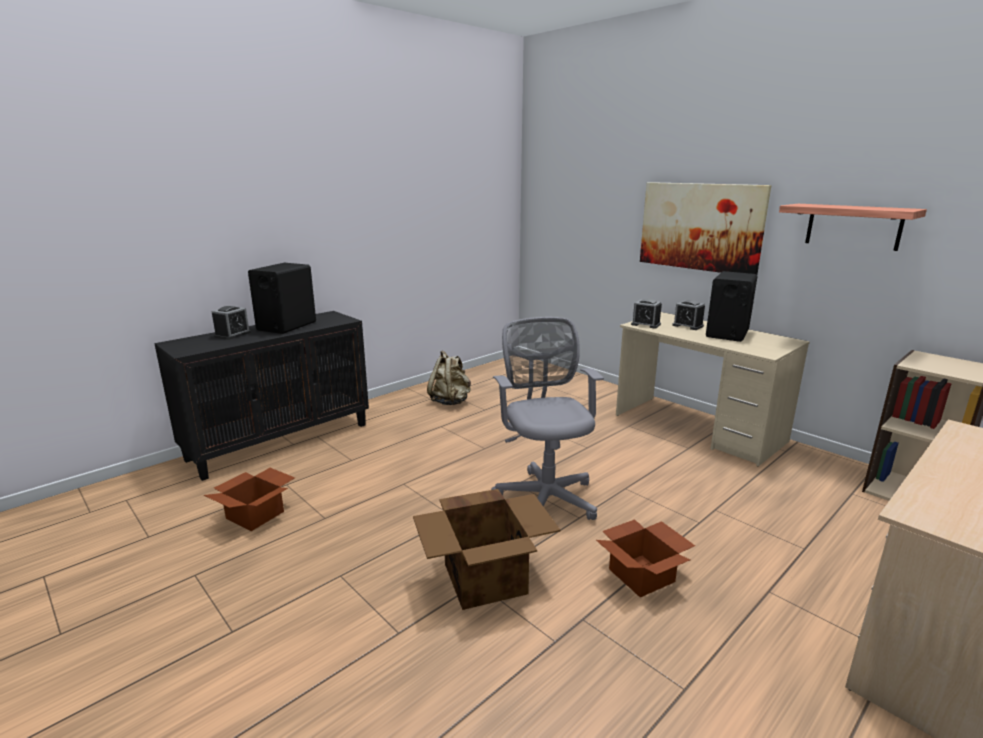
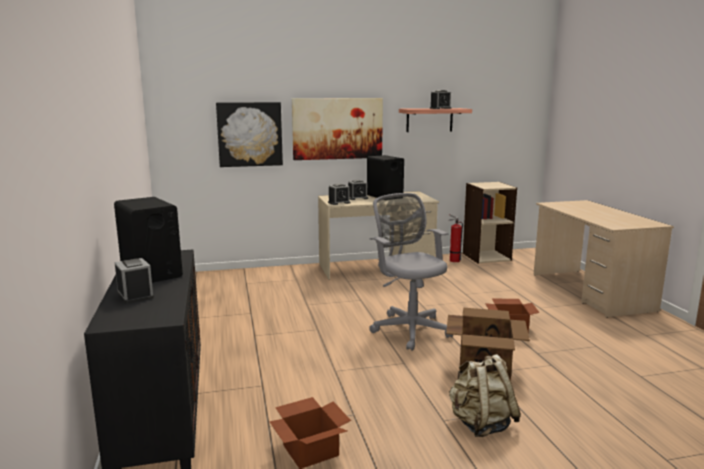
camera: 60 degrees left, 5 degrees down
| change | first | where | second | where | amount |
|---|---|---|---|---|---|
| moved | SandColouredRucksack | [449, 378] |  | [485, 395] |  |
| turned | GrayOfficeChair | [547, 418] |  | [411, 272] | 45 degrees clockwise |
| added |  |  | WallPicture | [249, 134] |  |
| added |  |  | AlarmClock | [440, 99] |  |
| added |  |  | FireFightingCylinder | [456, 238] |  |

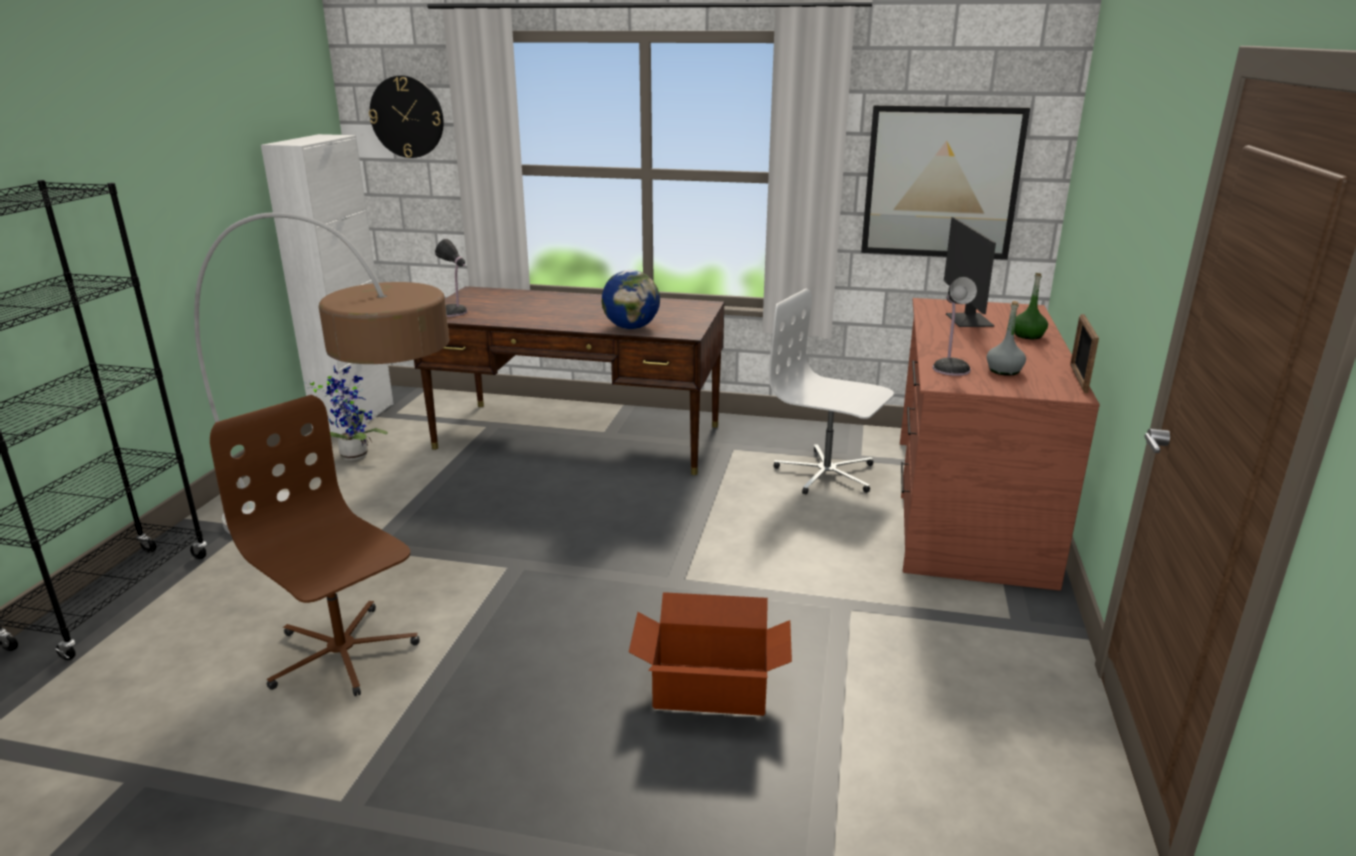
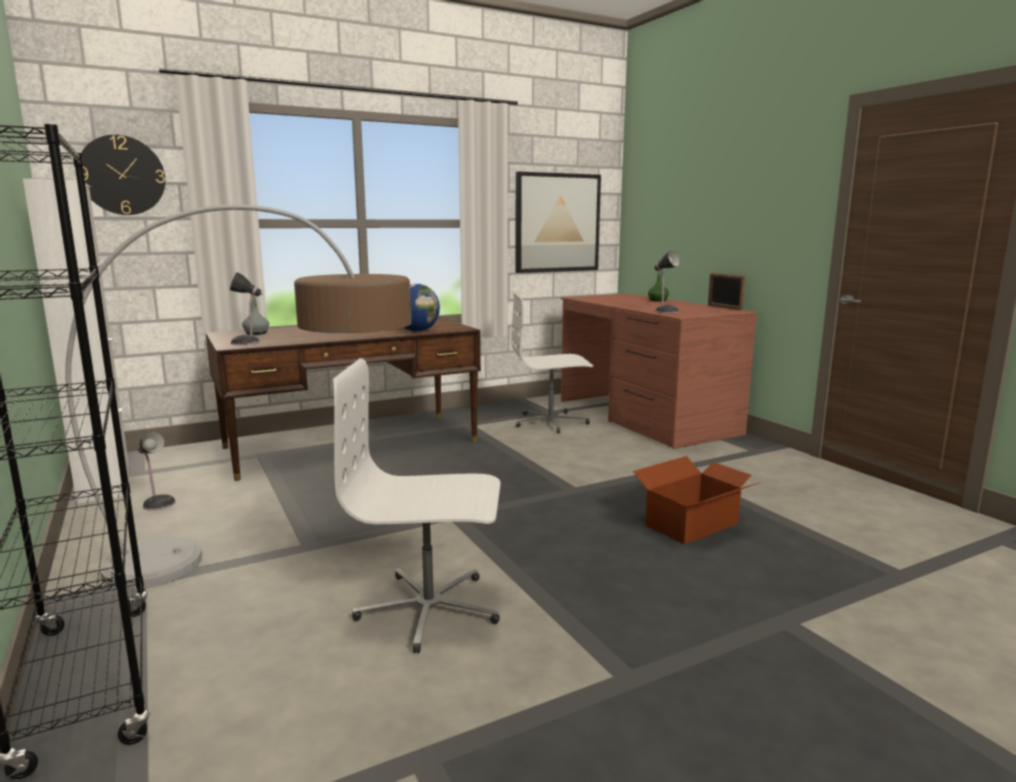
camera: 40 degrees left, 10 degrees down
| change | first | where | second | where | amount |
|---|---|---|---|---|---|
| recoloured | BrownOfficeChair | [315, 545] | WhiteOfficeChair | [416, 505] |  |
| replaced | PottedPlant | [346, 413] | TabletopLamp | [157, 471] |  |
| removed | ComputerScreen | [970, 272] |  |  |  |
| moved | GrayDrinkBottle | [1006, 338] |  | [255, 310] |  |

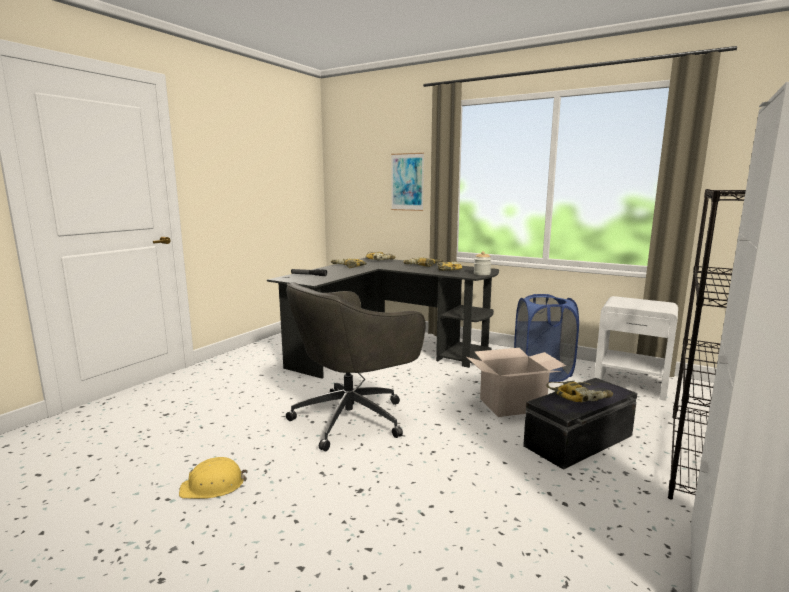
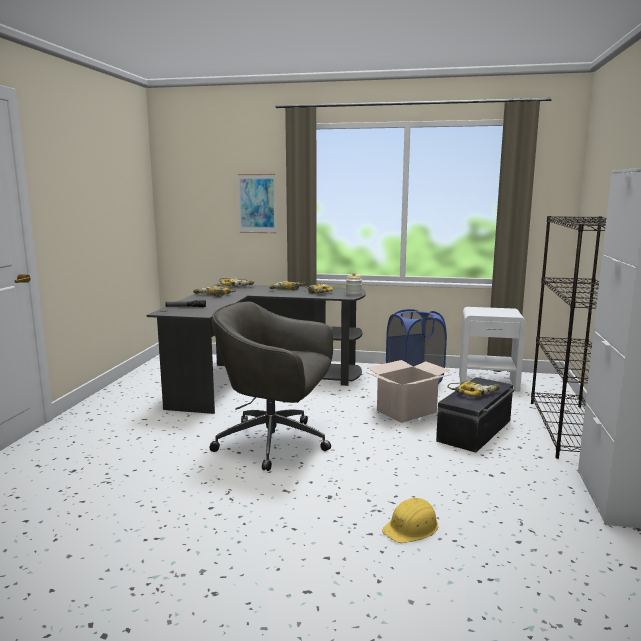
camera: 20 degrees left, 0 degrees up
| change | first | where | second | where | amount |
|---|---|---|---|---|---|
| moved | YellowHardHat | [213, 478] |  | [410, 520] |  |
| turned | GrayOfficeChair | [356, 366] |  | [271, 386] | 75 degrees clockwise |

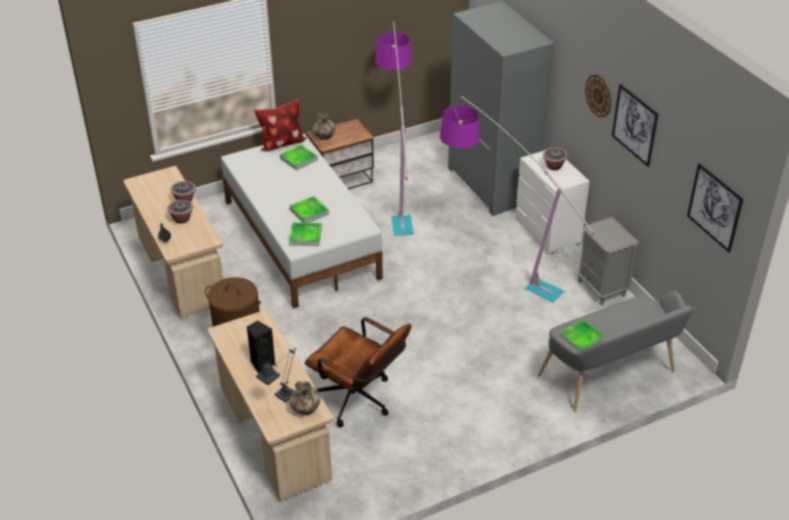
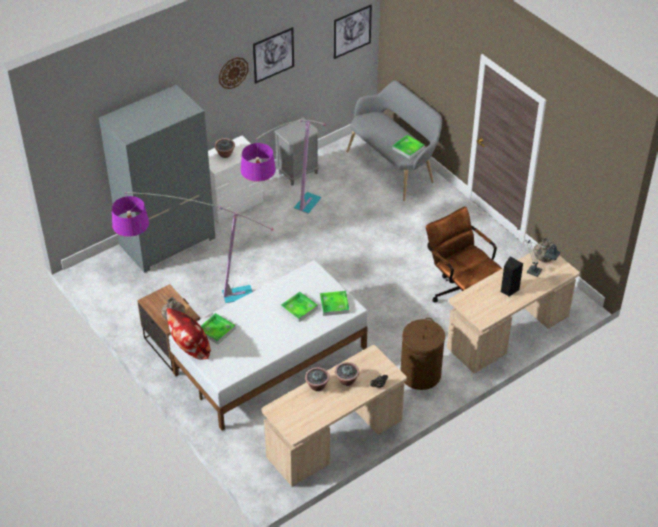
camera: 100 degrees left, 5 degrees up
| change | first | where | second | where | amount |
|---|---|---|---|---|---|
| turned | BrownOfficeChair | [357, 372] |  | [464, 254] | 60 degrees counterclockwise |

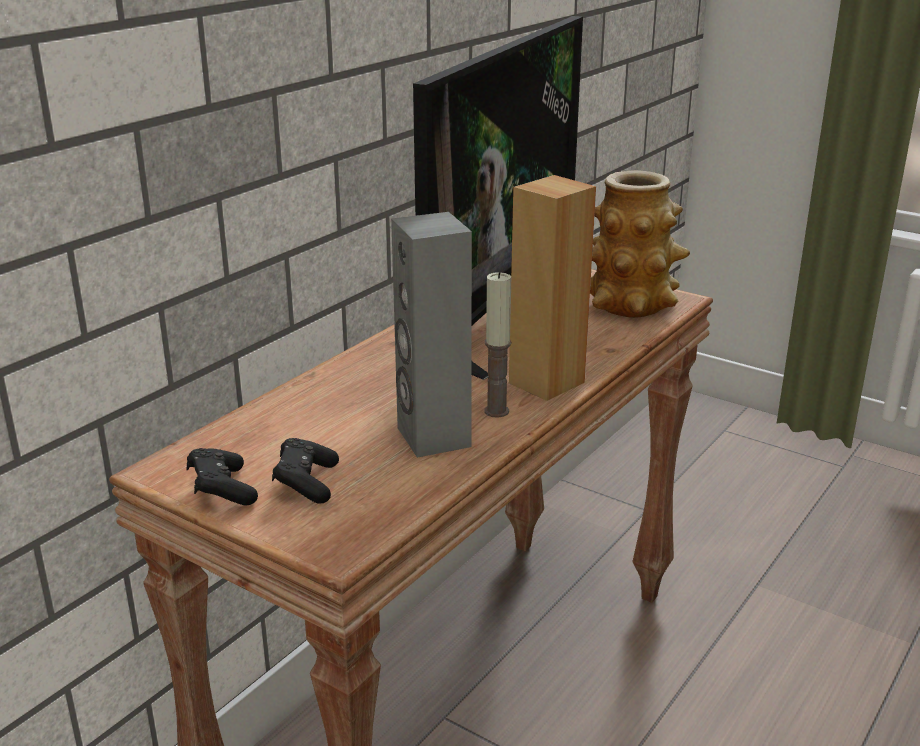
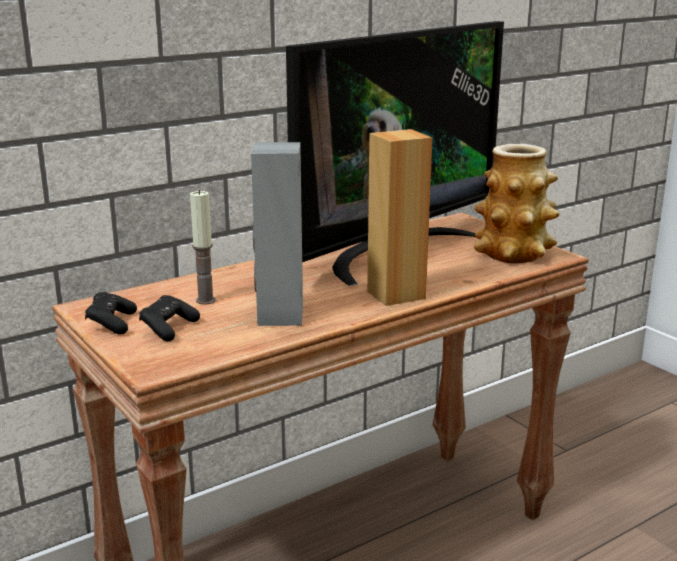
camera: 20 degrees right, 5 degrees down
| change | first | where | second | where | amount |
|---|---|---|---|---|---|
| moved | Candle | [497, 345] |  | [203, 247] |  |

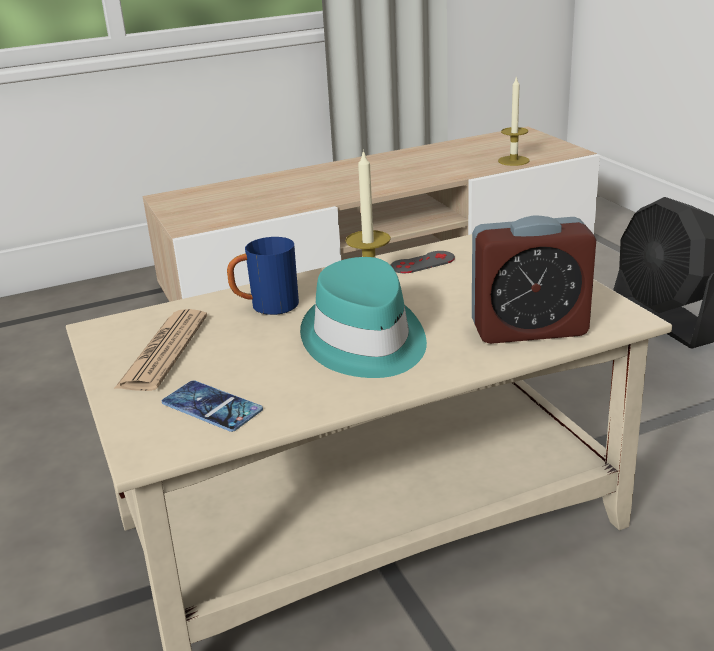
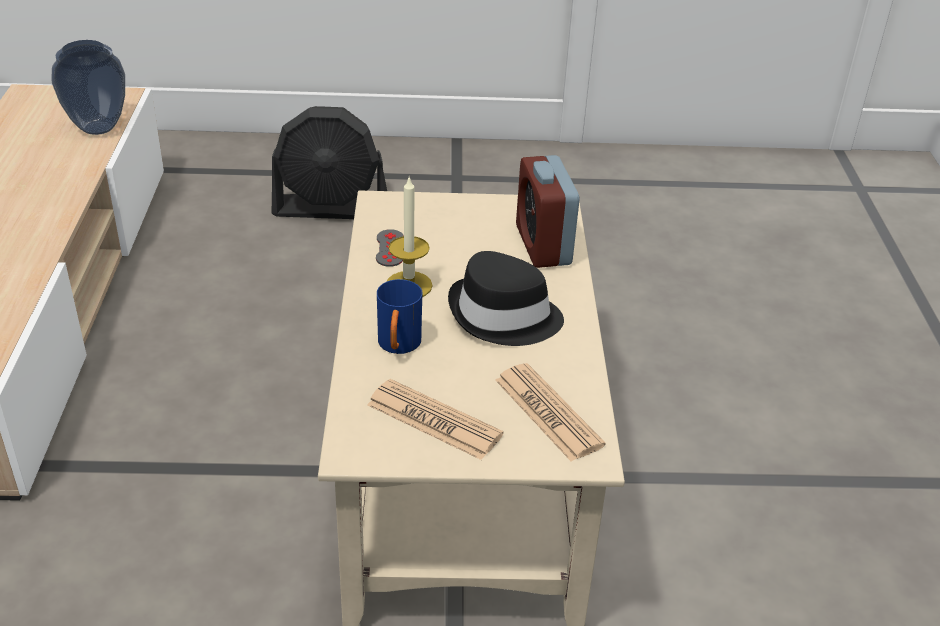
camera: 70 degrees left, 10 degrees up
| change | first | where | second | where | amount |
|---|---|---|---|---|---|
| replaced | Telephone | [212, 406] | DailyPaper | [550, 412] |  |
| recoloured | TurquoiseWearableHat | [363, 317] | BlackColouredWearableHat | [506, 298] |  |
| turned | AlarmClock | [534, 279] |  | [547, 211] | 150 degrees clockwise |
| replaced | Candle | [514, 121] | Vase | [88, 87] |  |

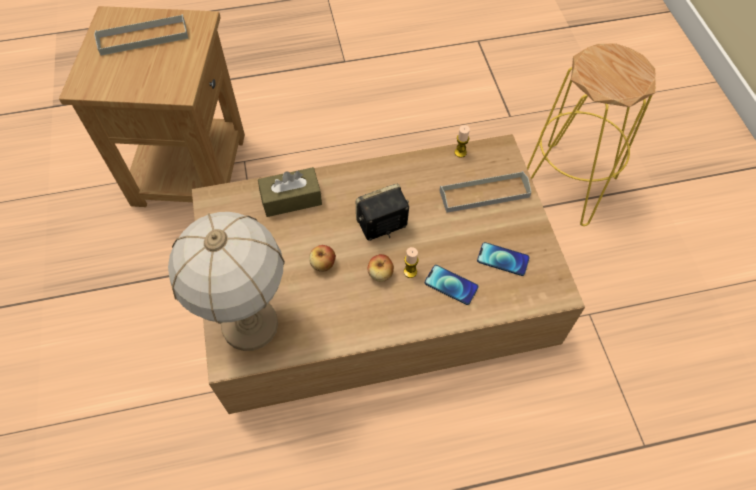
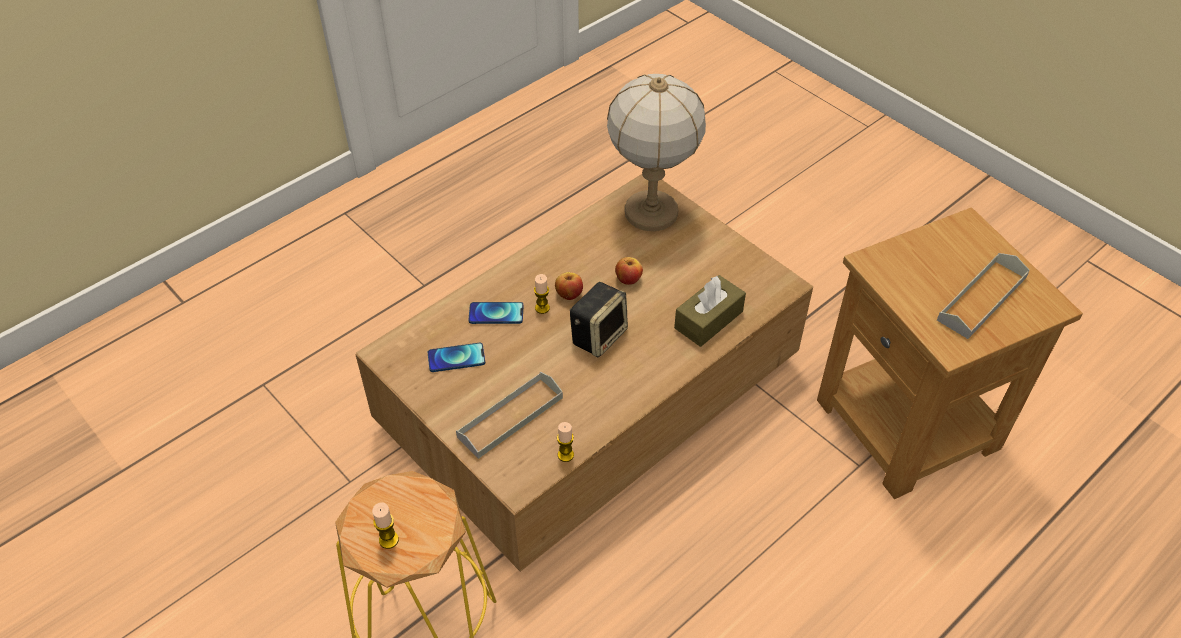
camera: 150 degrees right, 10 degrees down
| change | first | where | second | where | amount |
|---|---|---|---|---|---|
| added |  |  | Candle | [385, 525] |  |

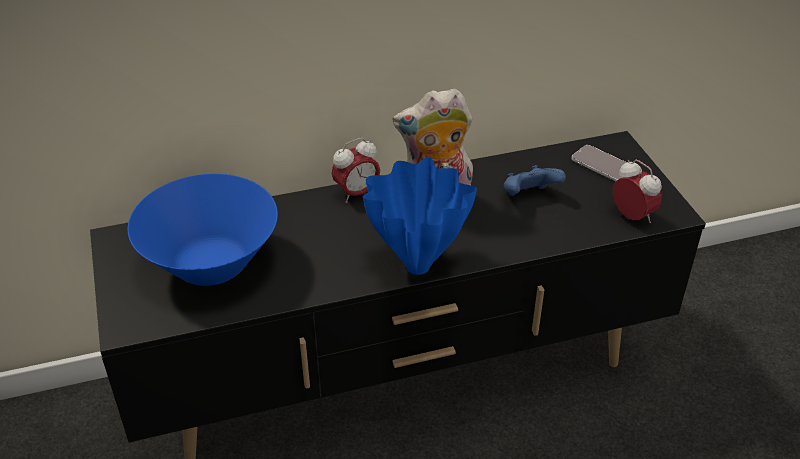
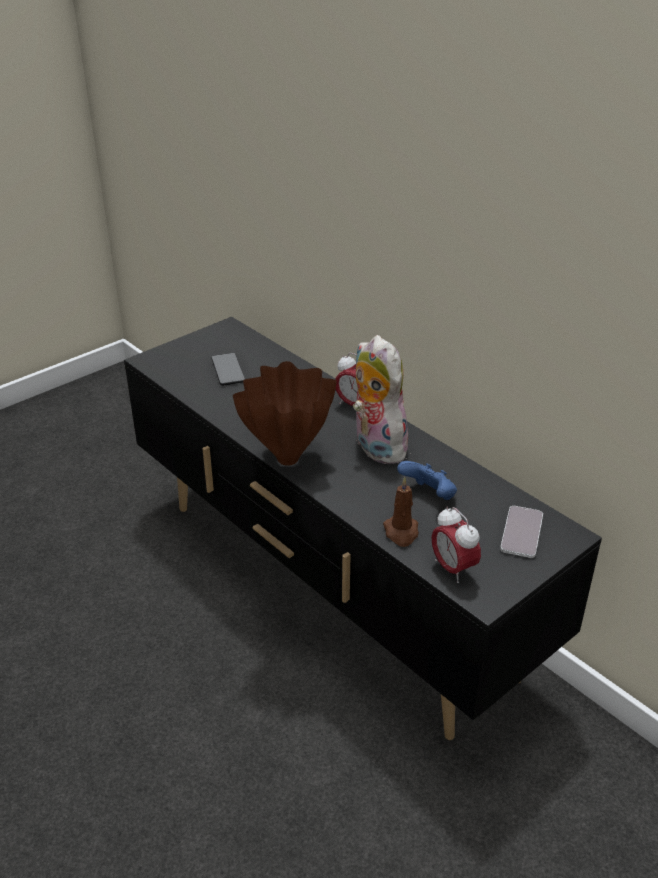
camera: 65 degrees right, 5 degrees down
| change | first | where | second | where | amount |
|---|---|---|---|---|---|
| replaced | BlueColouredBowl | [203, 230] | Telephone | [228, 369] |  |
| recoloured | BlueColouredVase | [420, 216] | BrownVase | [285, 413] |  |
| turned | AlarmClock | [637, 191] |  | [456, 545] | 120 degrees clockwise |
| added |  |  | BrownCandle | [401, 512] |  |

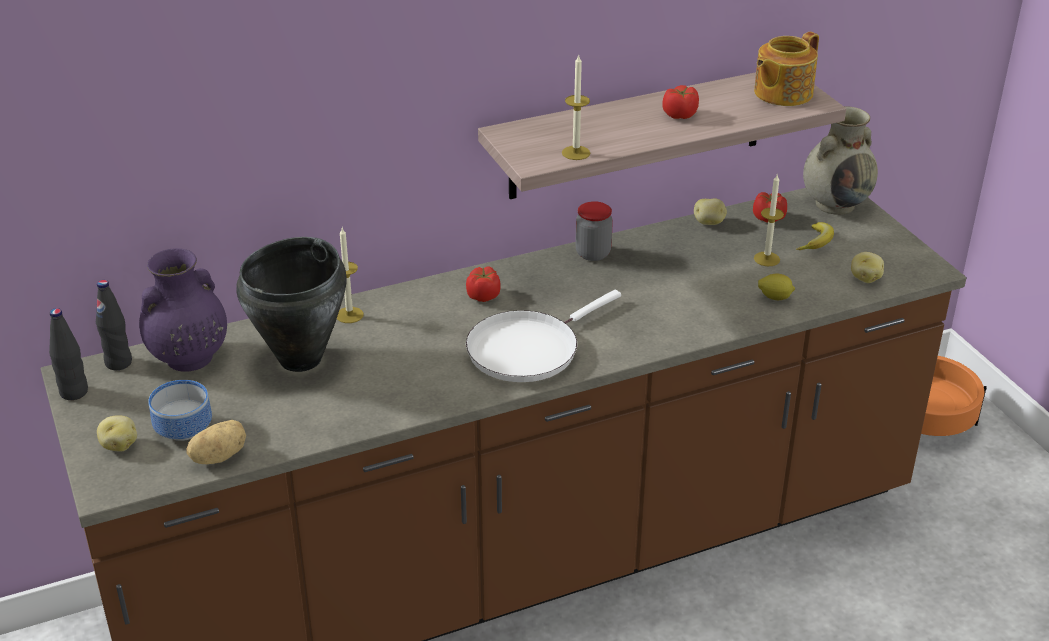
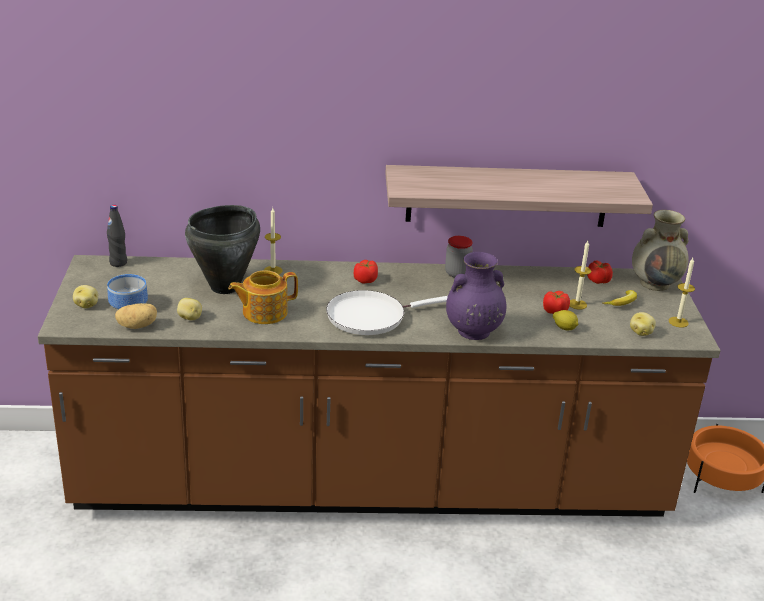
camera: 20 degrees right, 5 degrees down
| change | first | where | second | where | amount |
|---|---|---|---|---|---|
| removed | BlackColouredDrinkBottle | [68, 354] |  |  |  |
| moved | PurplishVase | [183, 310] |  | [476, 296] |  |
| moved | Candle | [576, 107] |  | [682, 293] |  |
| moved | WholeTomato | [680, 102] |  | [556, 302] |  |
| moved | Spud | [710, 211] |  | [189, 309] |  |
| moved | Teapot | [786, 69] |  | [263, 297] |  |

